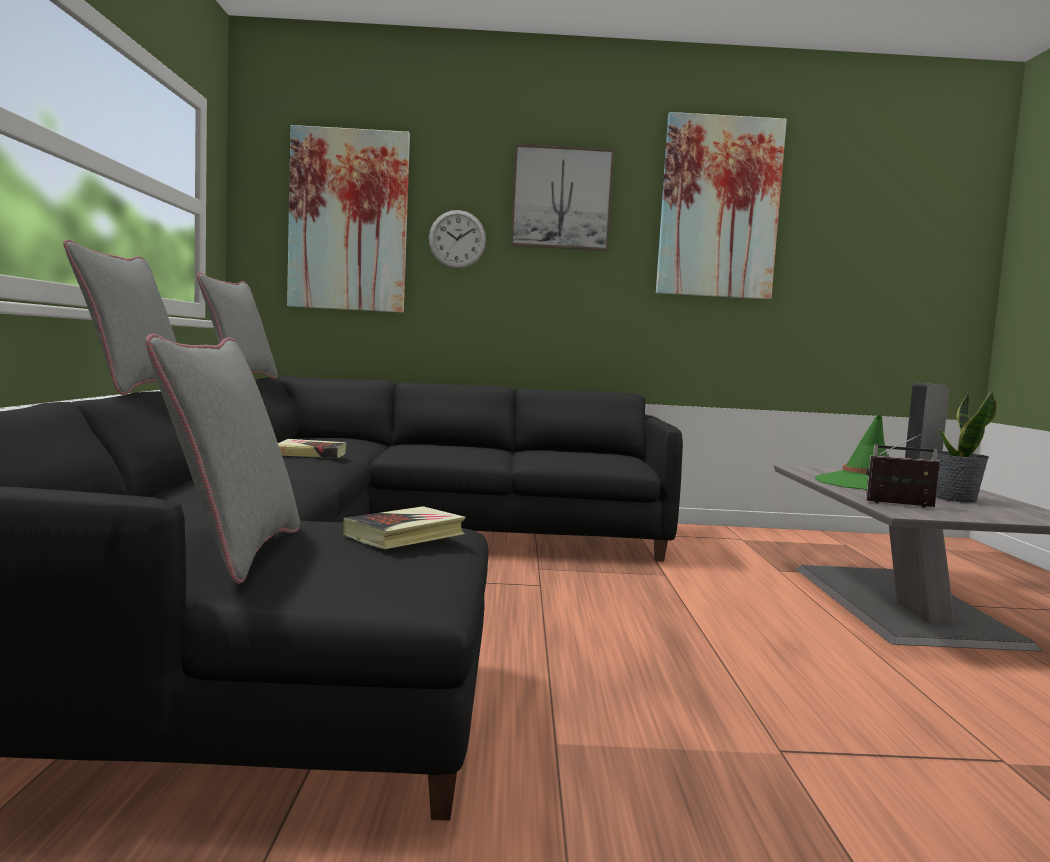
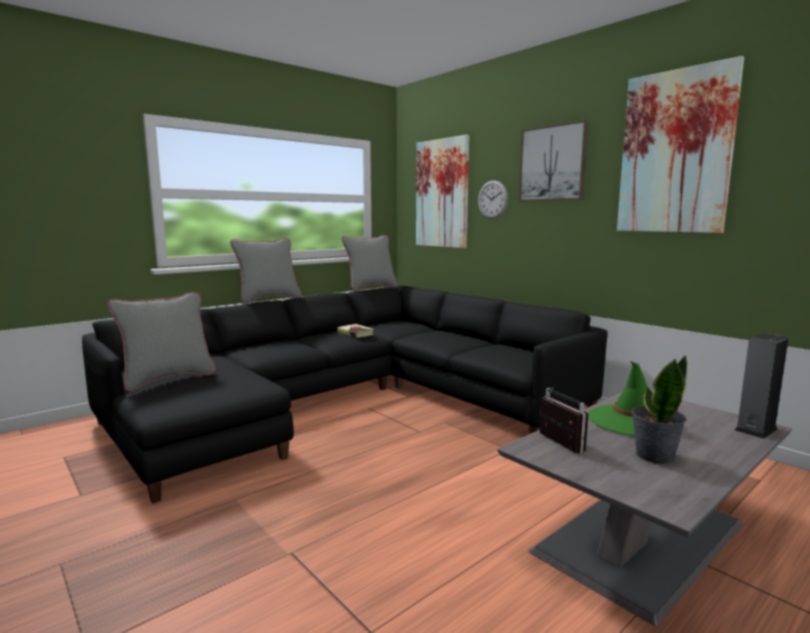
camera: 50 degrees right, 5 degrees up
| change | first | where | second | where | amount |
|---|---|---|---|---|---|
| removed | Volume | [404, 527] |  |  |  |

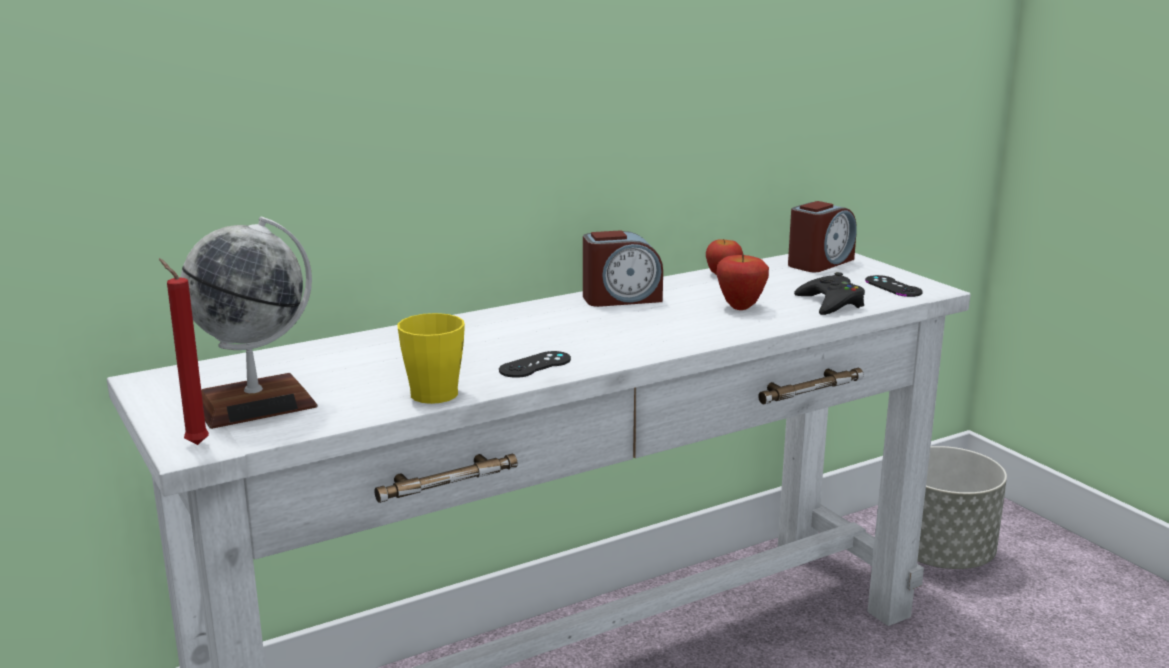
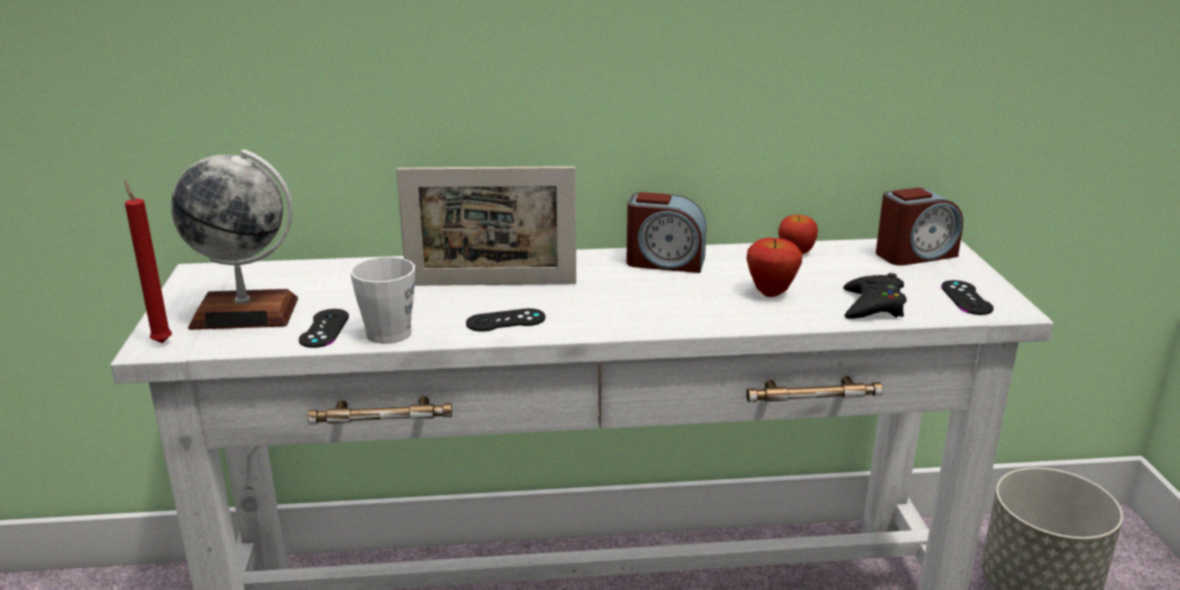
camera: 25 degrees right, 5 degrees up
| change | first | where | second | where | amount |
|---|---|---|---|---|---|
| recoloured | YellowTeaMug | [431, 358] | WhiteTeaMug | [382, 300] |  |
| added |  |  | BlackColouredGameController | [324, 328] |  |
| added |  |  | PictureFrame | [486, 226] |  |

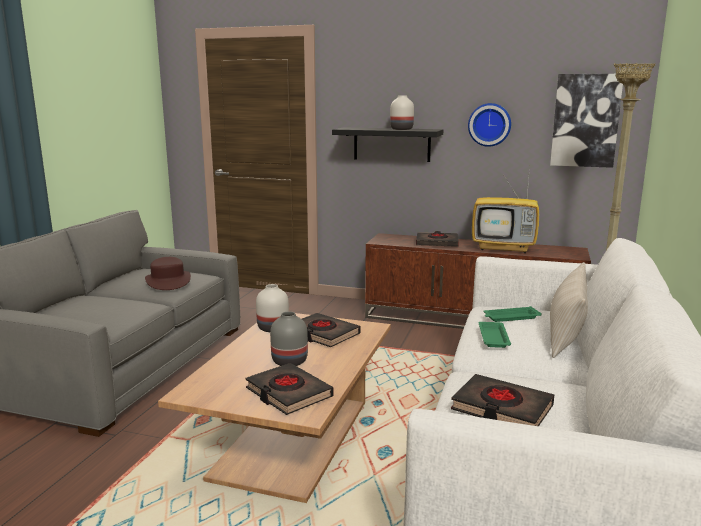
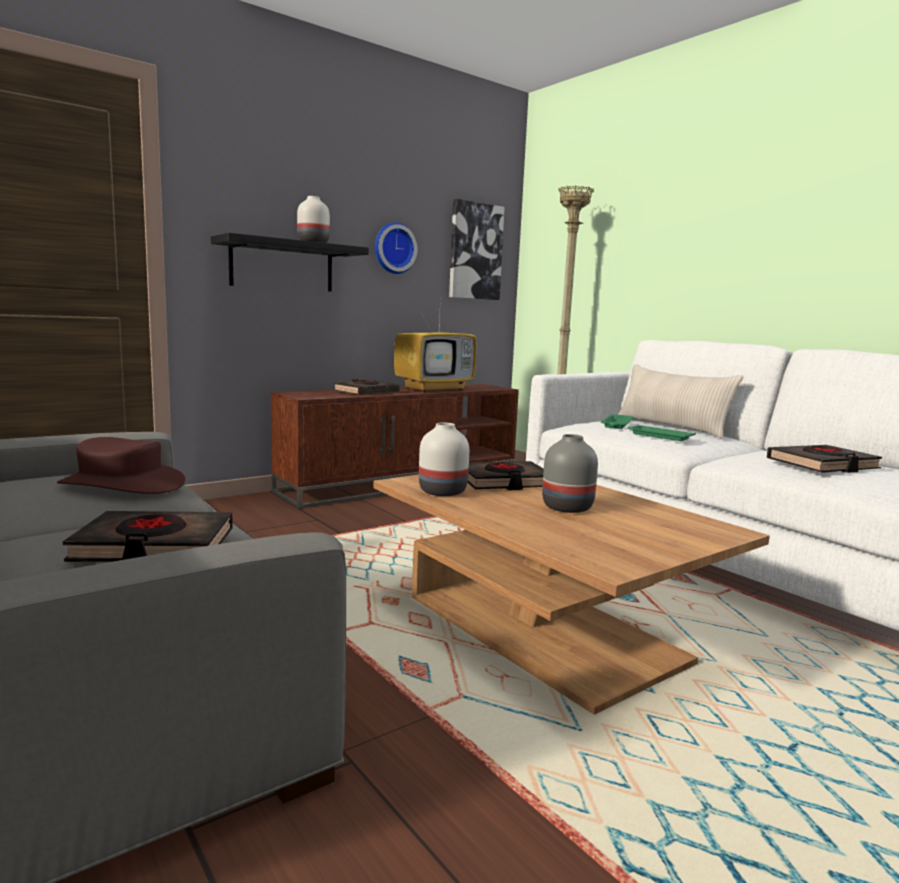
camera: 55 degrees left, 5 degrees down
| change | first | where | second | where | amount |
|---|---|---|---|---|---|
| moved | BlackColouredVolume | [289, 389] |  | [148, 536] |  |

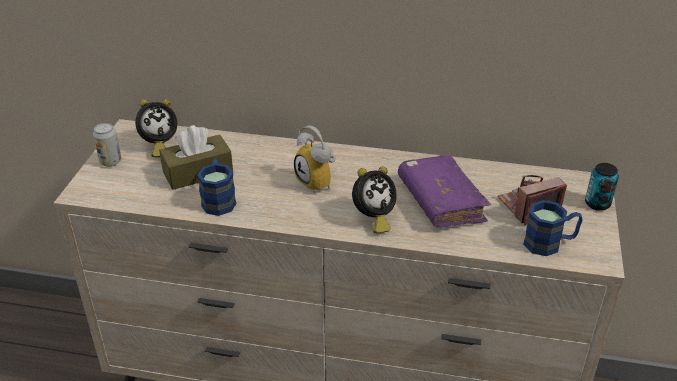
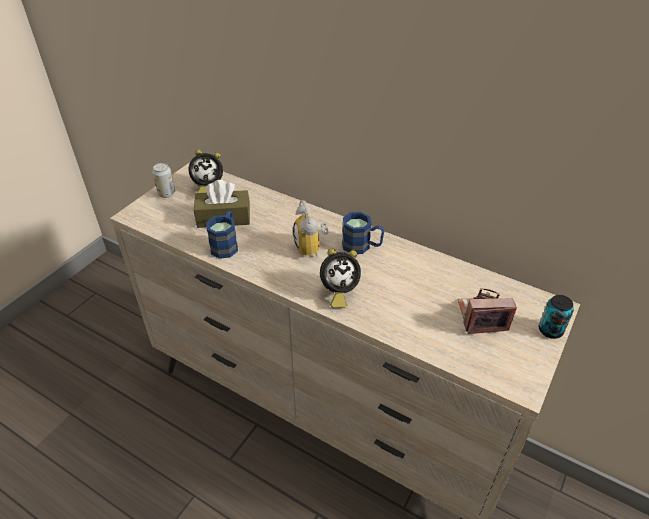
camera: 20 degrees right, 5 degrees up
| change | first | where | second | where | amount |
|---|---|---|---|---|---|
| removed | PurplishVolume | [444, 191] |  |  |  |
| moved | BlueColouredTeaMug | [553, 228] |  | [363, 233] |  |

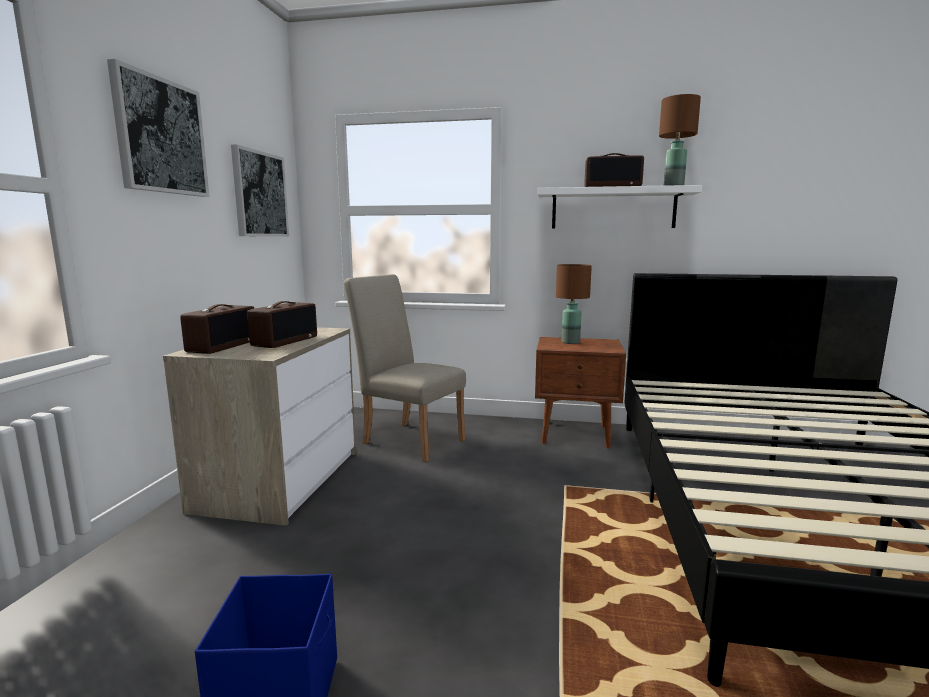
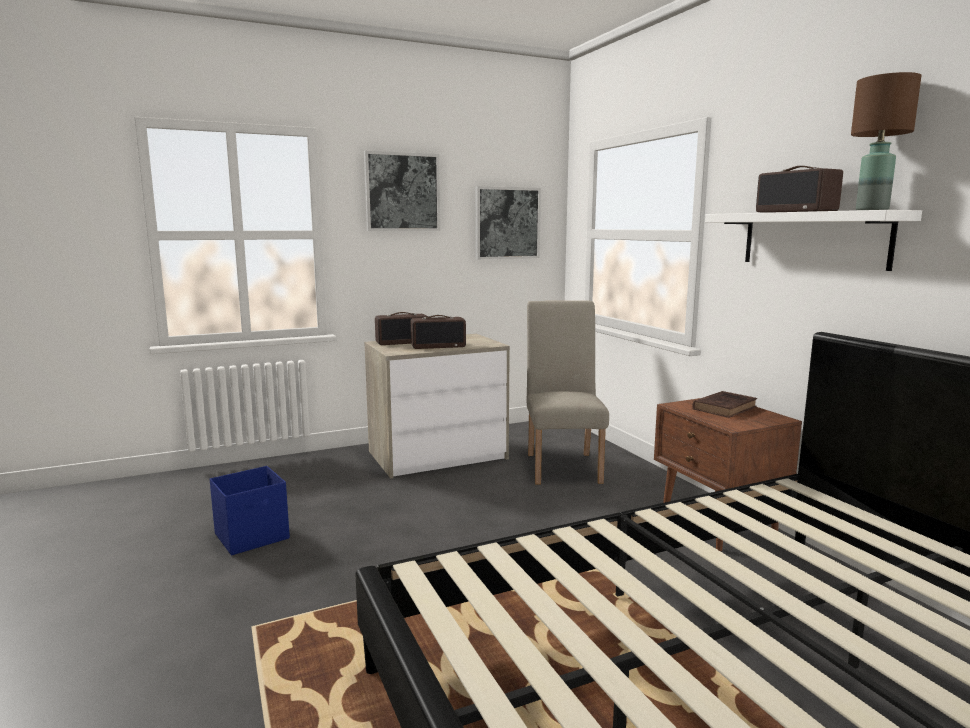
camera: 55 degrees right, 0 degrees up
| change | first | where | second | where | amount |
|---|---|---|---|---|---|
| replaced | BrownTabletopLamp | [574, 304] | BrownVolume | [724, 404] |  |

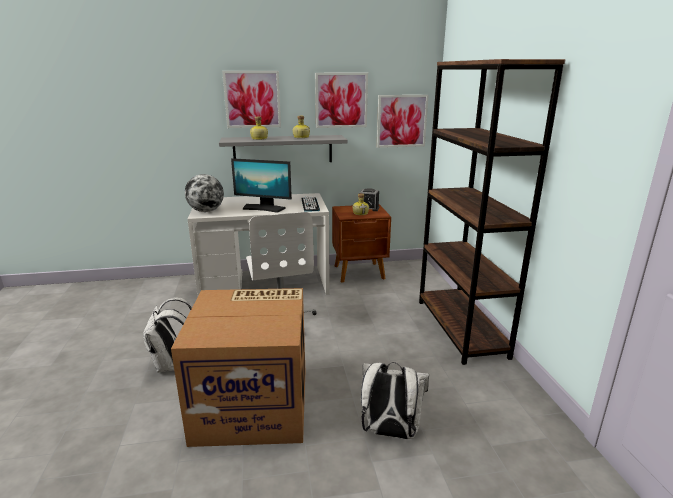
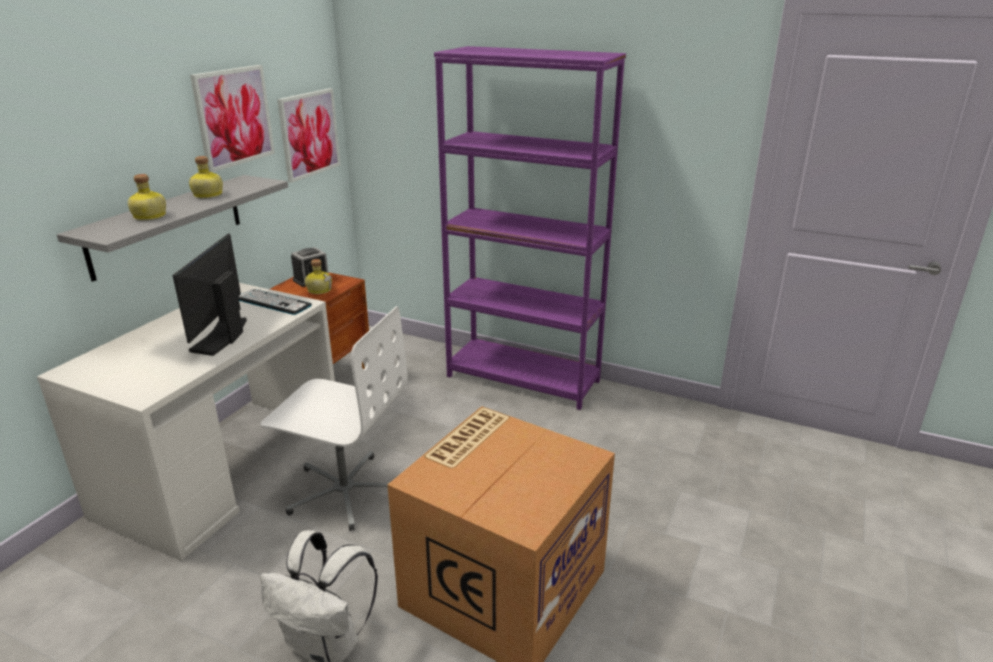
camera: 55 degrees left, 5 degrees up
| change | first | where | second | where | amount |
|---|---|---|---|---|---|
| removed | Globe | [204, 193] |  |  |  |
| removed | WallPicture | [251, 99] |  |  |  |
| turned | ComputerScreen | [261, 185] |  | [210, 295] | 135 degrees clockwise |
| removed | WhiteRucksack | [395, 400] |  |  |  |
| recoloured | BrownBookcase | [492, 212] | PurplishBookcase | [530, 228] |  |

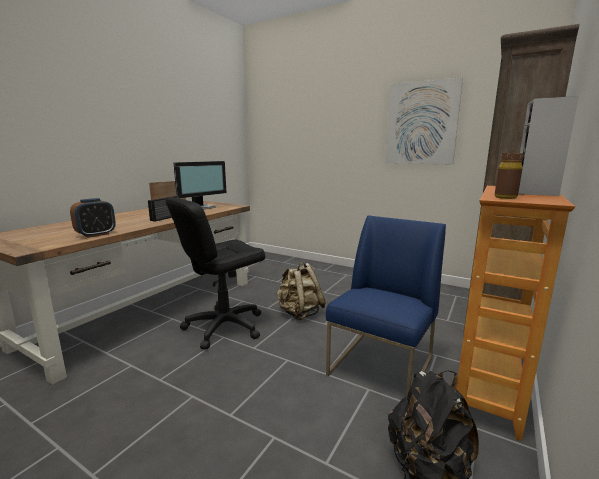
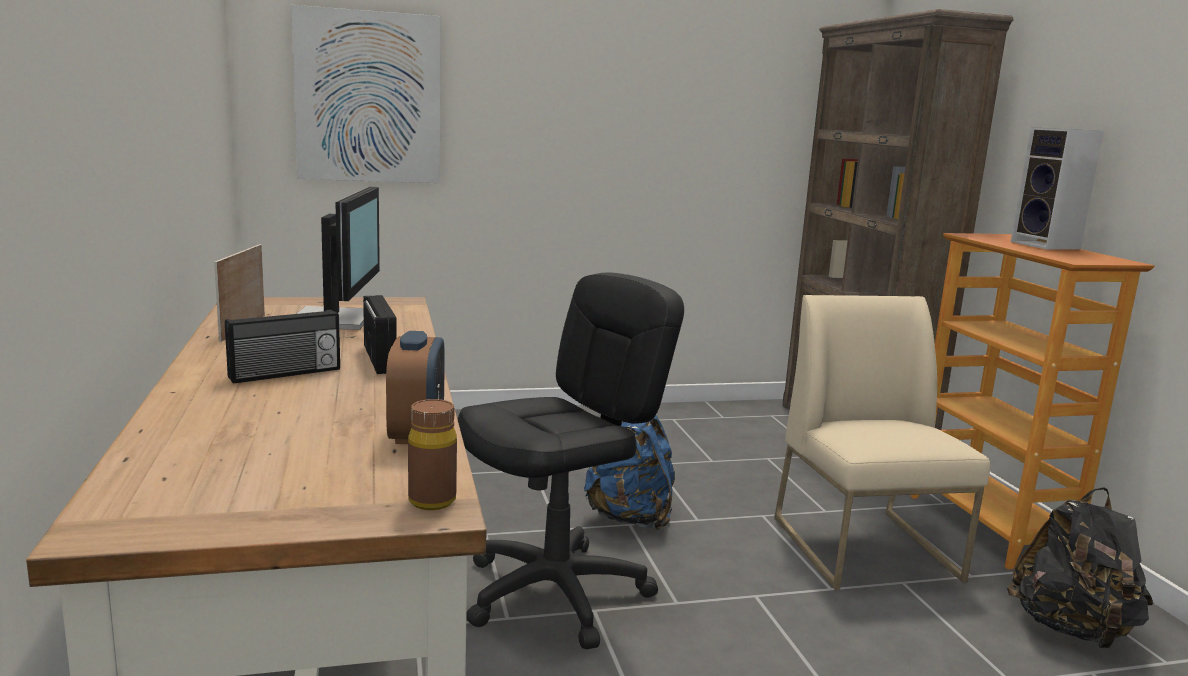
camera: 45 degrees left, 0 degrees up
| change | first | where | second | where | amount |
|---|---|---|---|---|---|
| turned | BlackColouredOfficeChair | [215, 273] |  | [571, 460] | 135 degrees counterclockwise |
| recoloured | SandColouredRucksack | [301, 292] | BlueColouredRucksack | [629, 473] |  |
| recoloured | BlueColouredChair | [386, 306] | SandColouredChair | [882, 442] |  |
| moved | WallPicture | [424, 121] |  | [366, 94] |  |
| moved | BrownDrinkBottle | [509, 176] |  | [432, 454] |  |
| added |  |  | Radio | [282, 347] |  |

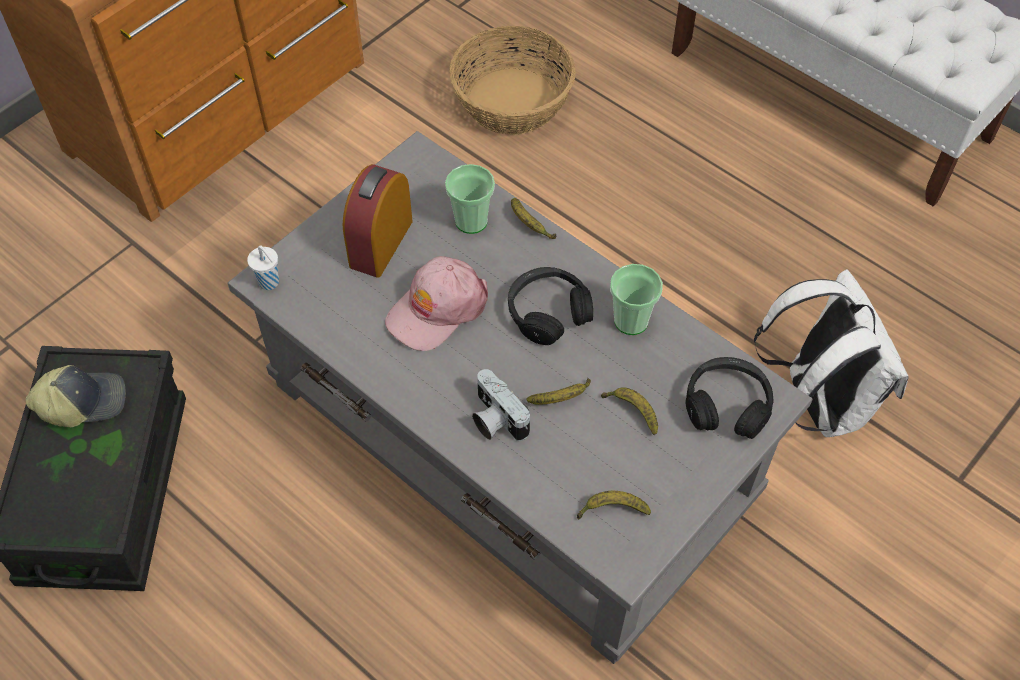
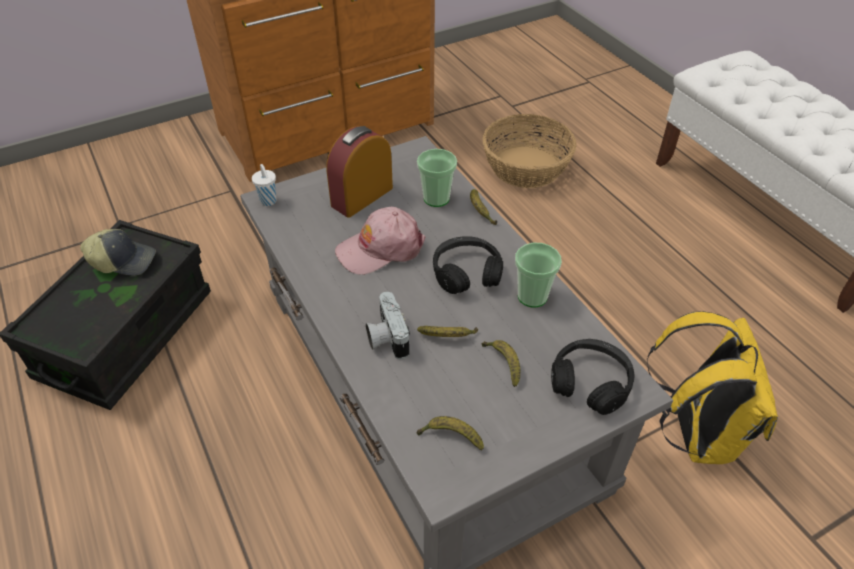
camera: 20 degrees right, 10 degrees down
| change | first | where | second | where | amount |
|---|---|---|---|---|---|
| recoloured | WhiteRucksack | [831, 353] | YellowRucksack | [712, 387] |  |

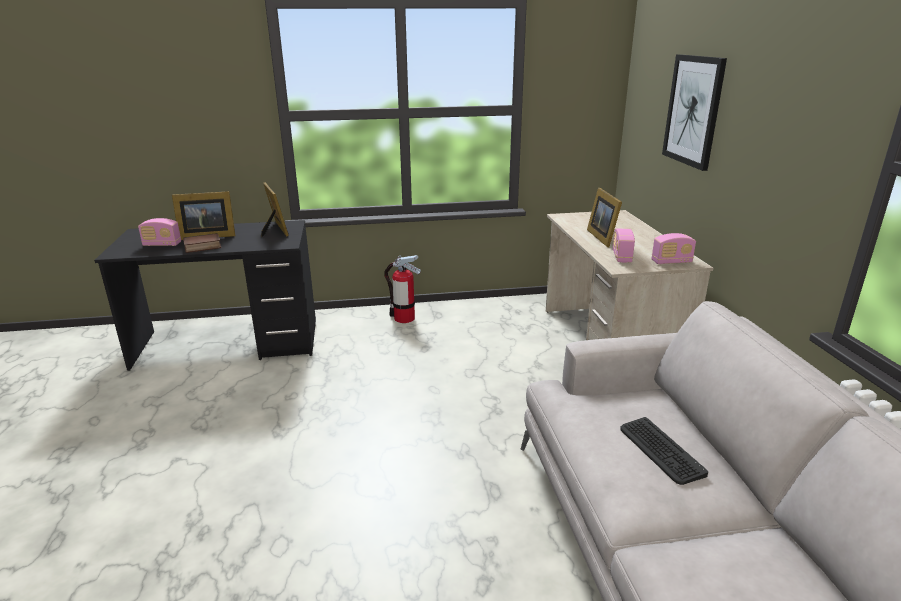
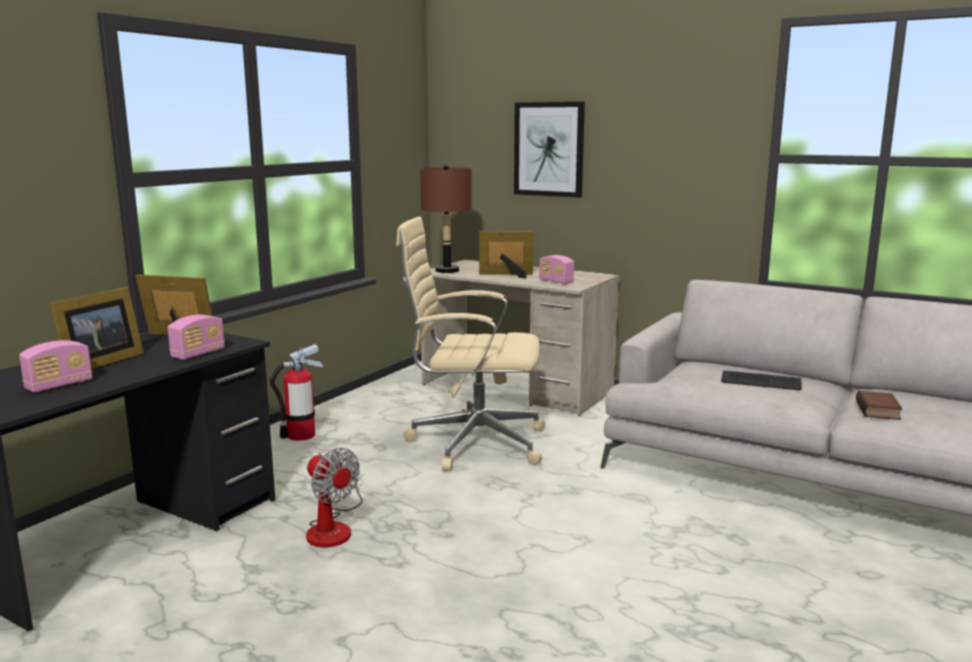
camera: 50 degrees left, 10 degrees down
| change | first | where | second | where | amount |
|---|---|---|---|---|---|
| moved | Volume | [202, 243] |  | [879, 405] |  |
| turned | PictureFrame | [604, 217] |  | [506, 254] | 150 degrees clockwise |
| moved | Radio | [674, 248] |  | [196, 337] |  |
| added |  |  | CoolingFan | [334, 498] |  |
| added |  |  | SandColouredOfficeChair | [470, 344] |  |
| added |  |  | BrownTabletopLamp | [446, 219] |  |

